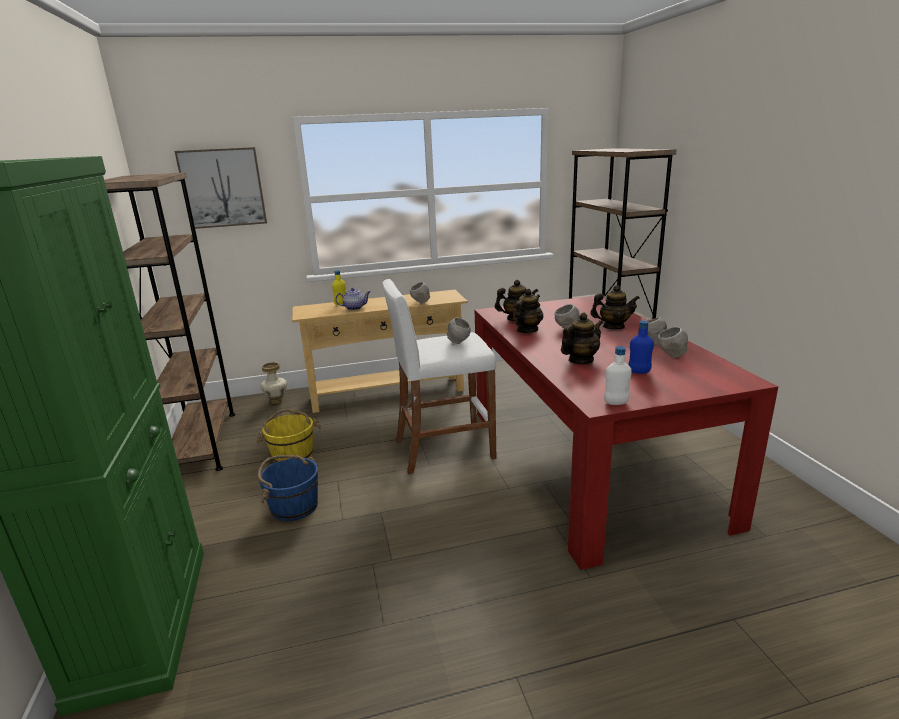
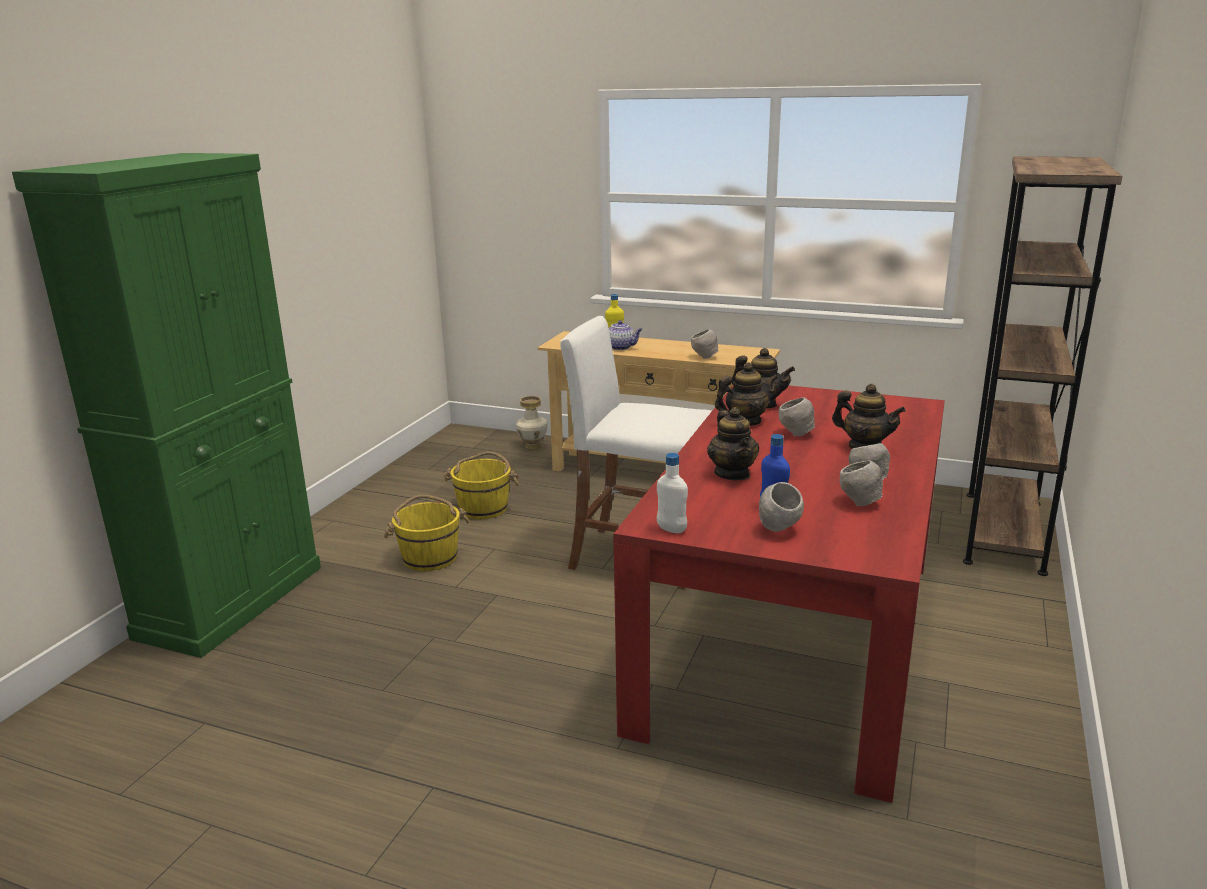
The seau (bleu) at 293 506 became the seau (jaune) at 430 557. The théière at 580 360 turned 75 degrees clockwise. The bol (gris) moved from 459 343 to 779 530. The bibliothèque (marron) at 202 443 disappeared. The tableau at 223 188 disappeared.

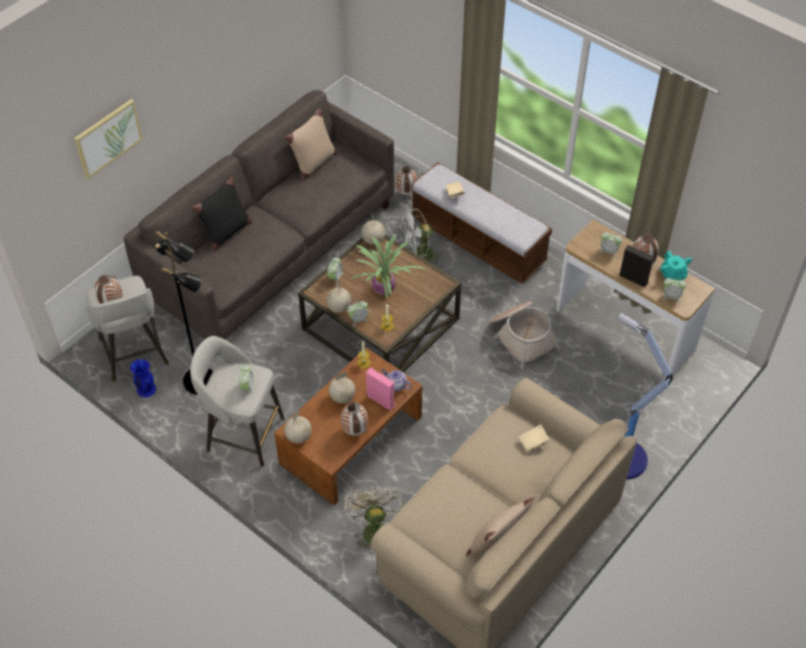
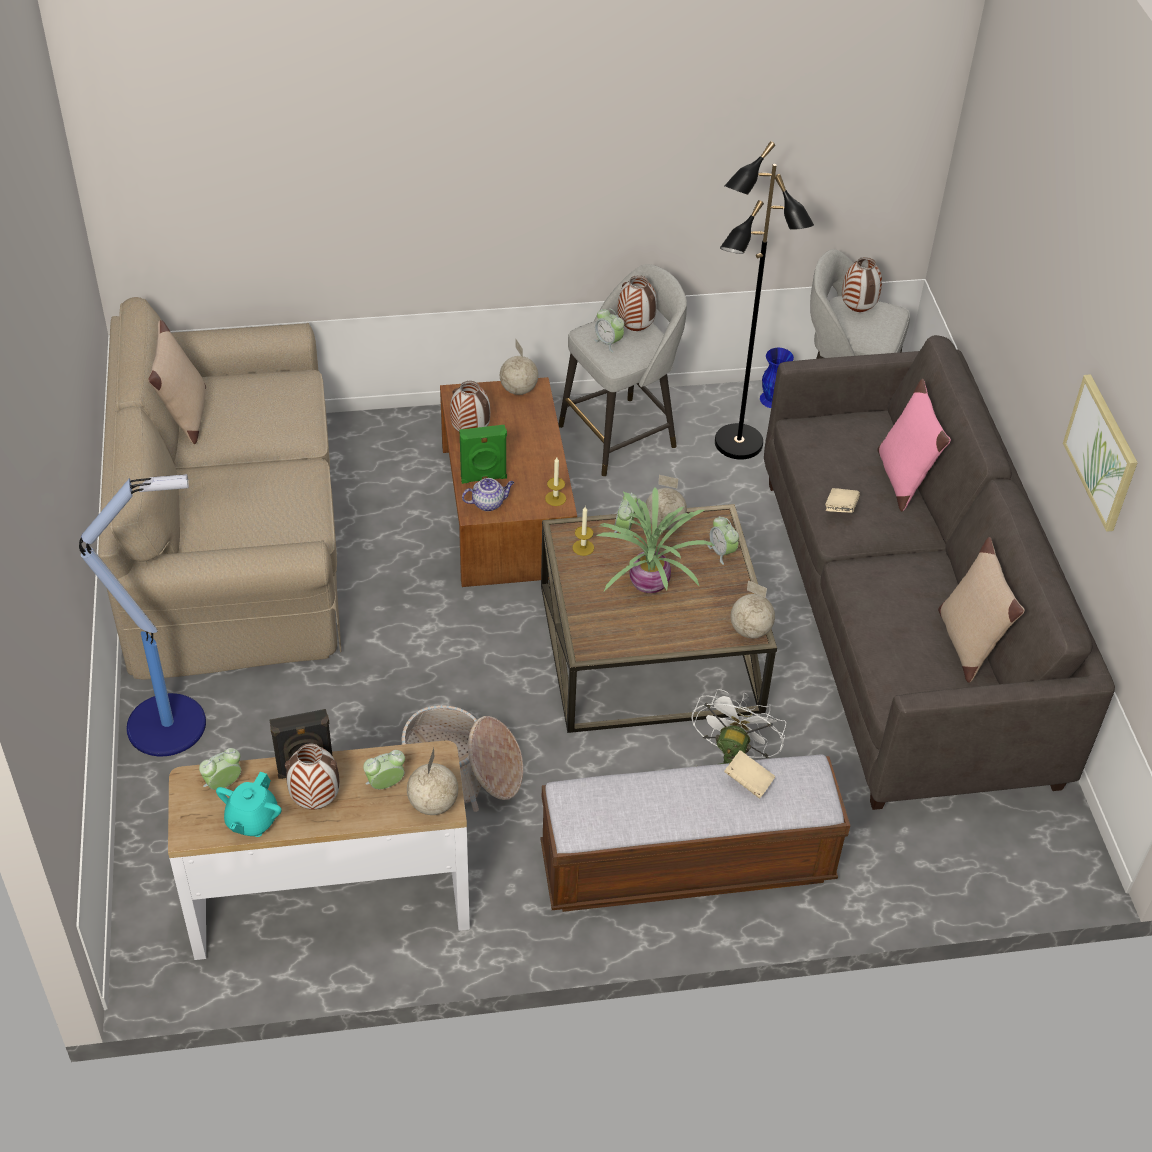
The théière (turquoise) at 672 275 turned 90 degrees counterclockwise. The globe moved from 342 397 to 434 804. The enceinte (rose) at 381 400 became the enceinte (vert) at 483 478. The vase moved from 406 194 to 634 329. The livre (beige) moved from 533 442 to 840 508. The coussin (noir) at 226 233 became the coussin (rose) at 903 478. The tableau moved from 108 138 to 1102 452. The ventilateur (beige) at 373 528 disappeared.

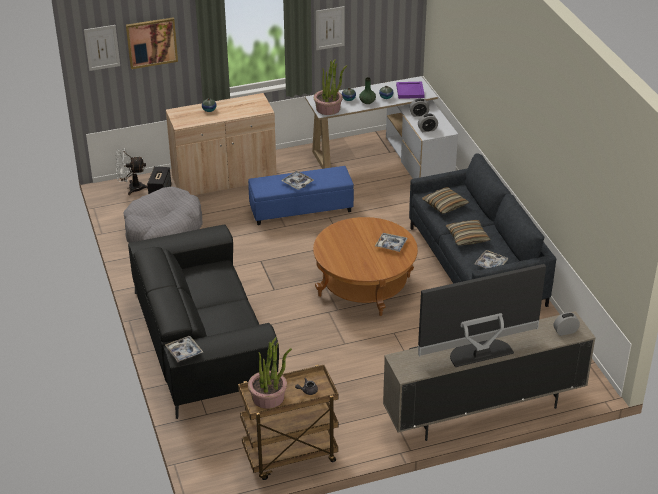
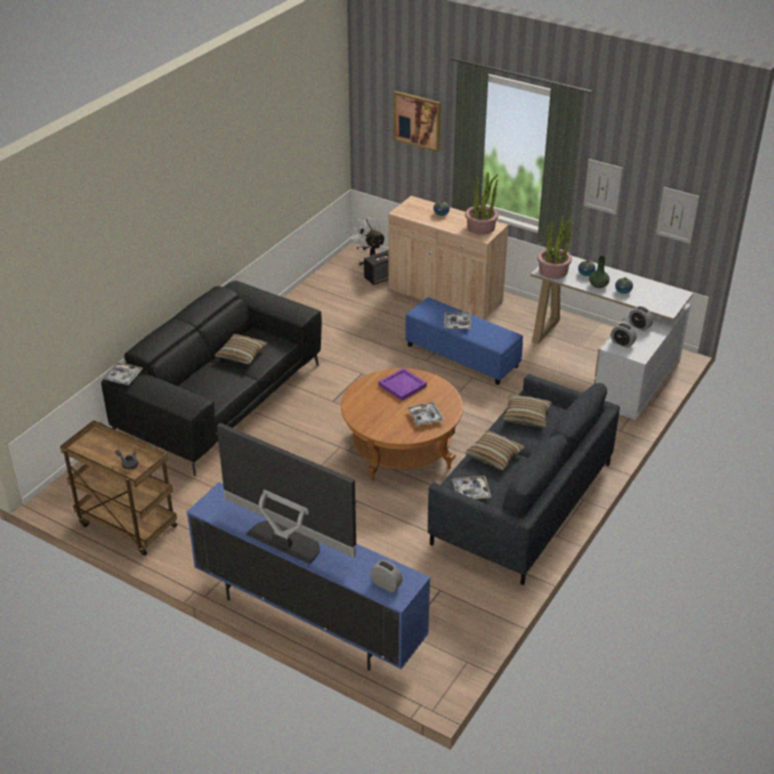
The meuble télé (beige) at 483 412 became the meuble télé (bleu) at 308 618. The coussin at 241 354 appeared. The plateau (violet) moved from 409 91 to 401 385. The plante en pot moved from 268 397 to 481 227. The tableau moved from 102 47 to 677 215. The panier pour chien (gris) at 163 229 disappeared.

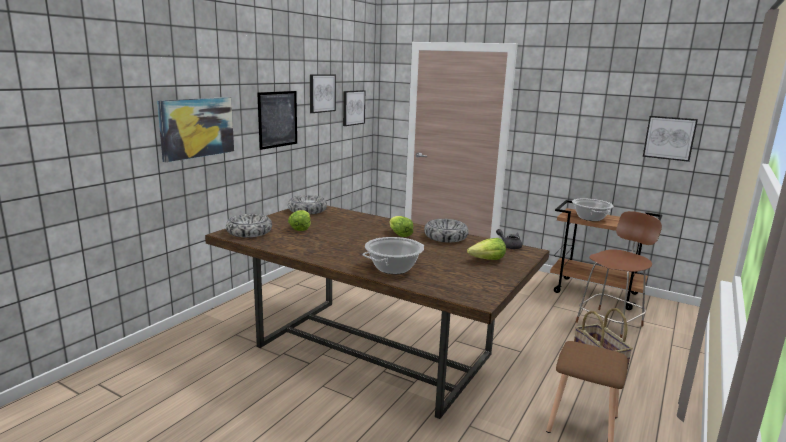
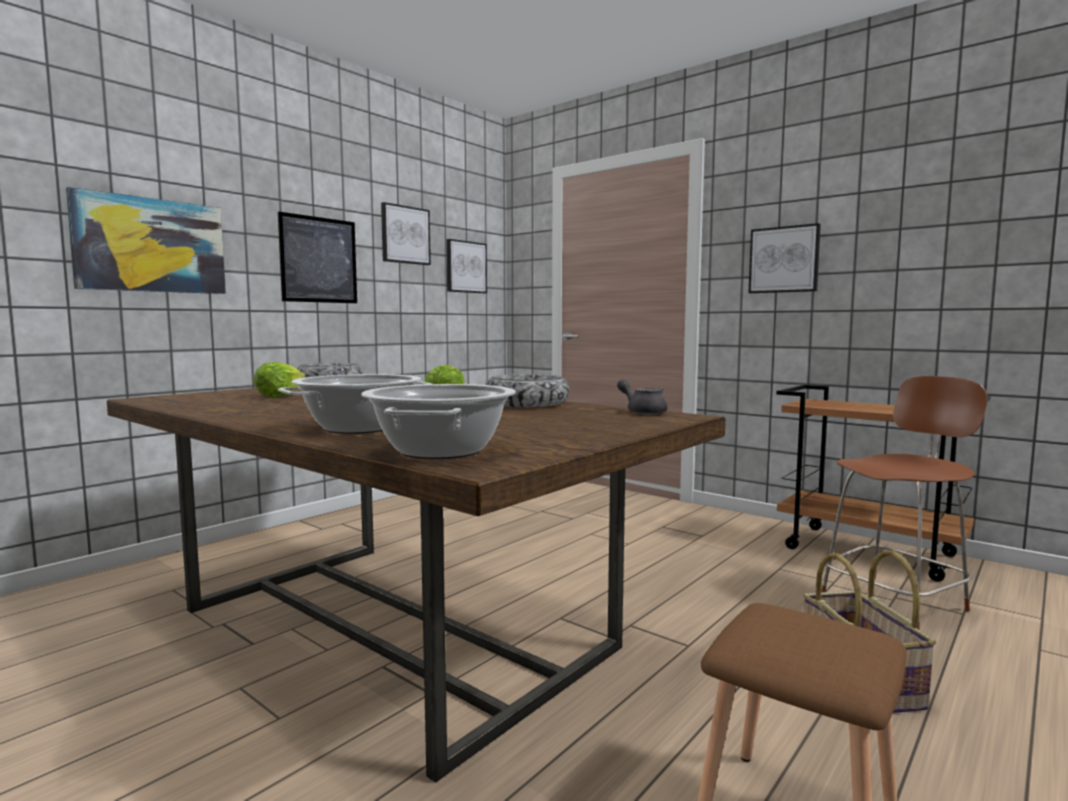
The marmite moved from 590 218 to 440 450. The tableau moved from 669 138 to 784 260. The bol at 249 232 disappeared. The laitue at 487 260 disappeared.

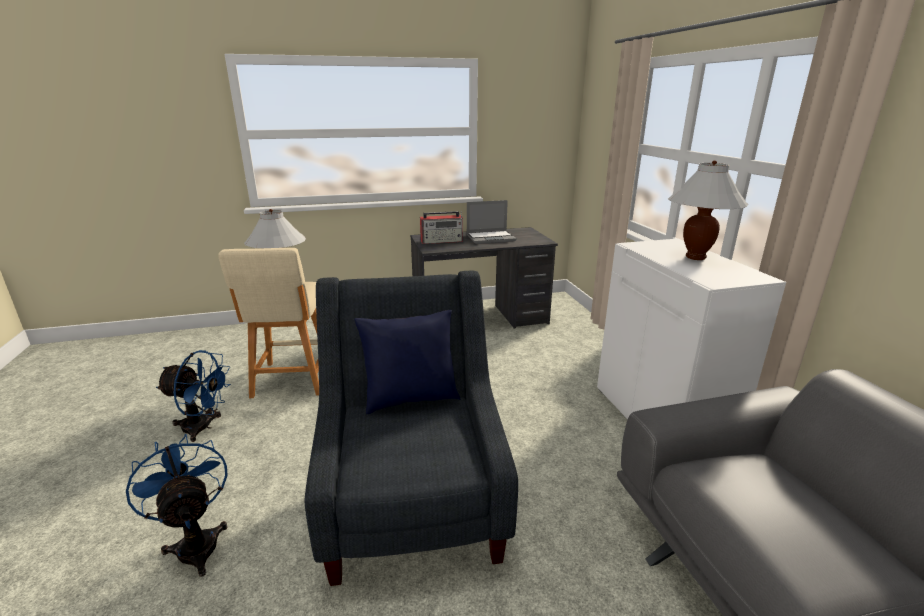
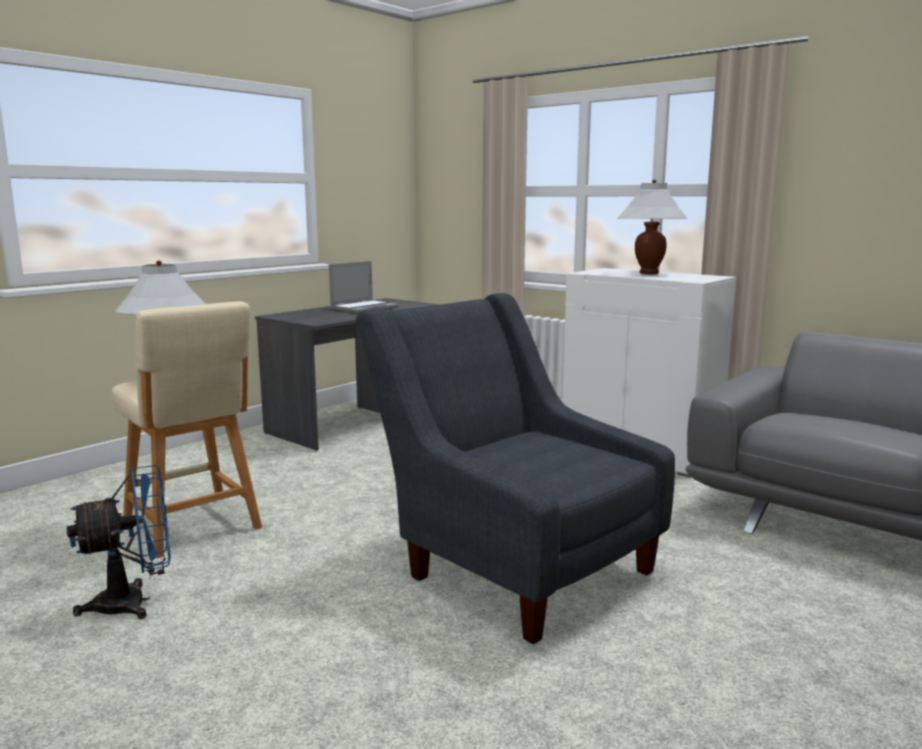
The ventilateur (bleu) at 196 542 disappeared. The coussin (bleu) at 410 399 disappeared. The radio at 442 241 disappeared.

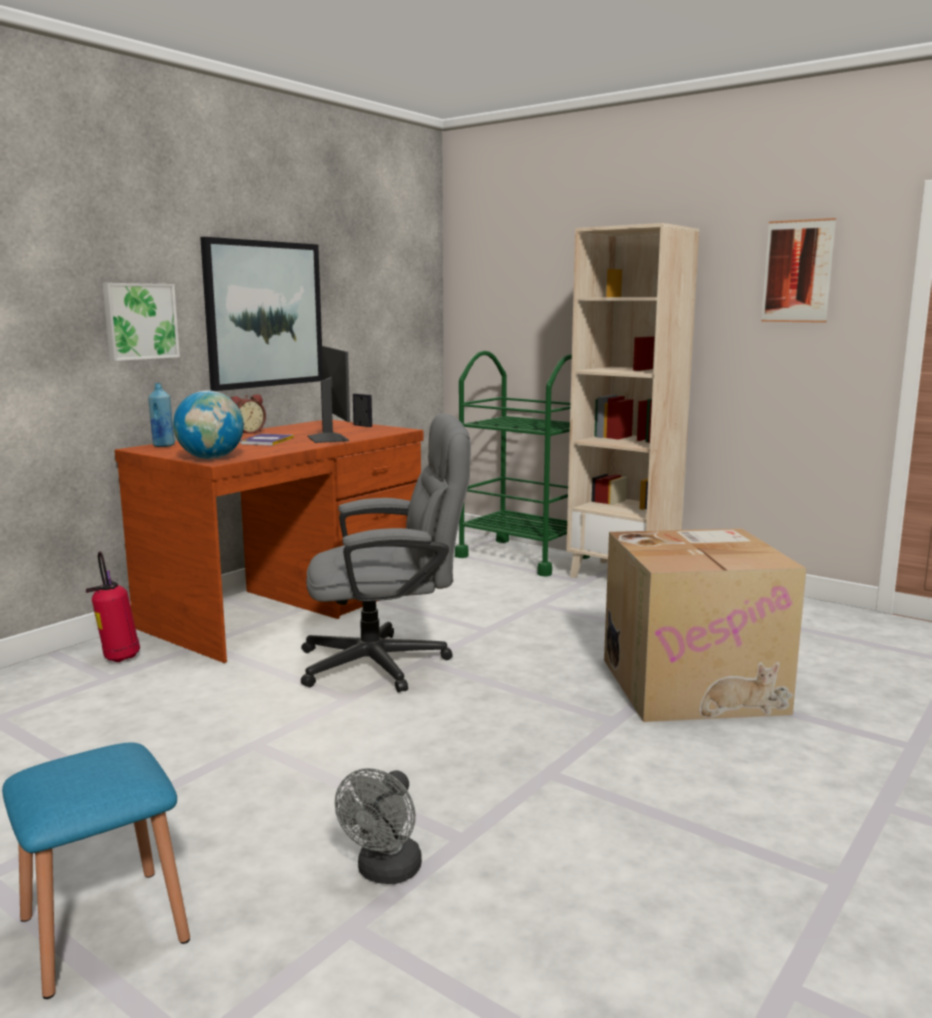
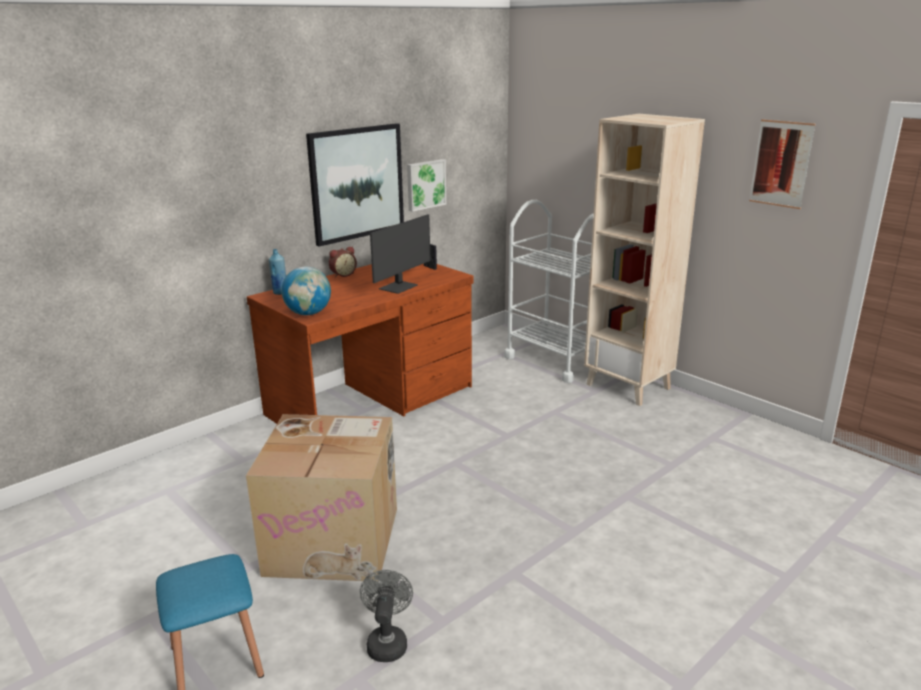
The carton moved from 693 684 to 335 539. The ventilateur (gris) at 385 873 turned 150 degrees clockwise. The écran d'ordinateur at 329 438 turned 45 degrees clockwise. The tableau moved from 140 321 to 425 184. The chariot (vert) at 522 557 became the chariot (blanc) at 556 360. The extincteur at 119 658 disappeared. The livre at 266 441 disappeared. The chaise de bureau (gris) at 388 663 disappeared.

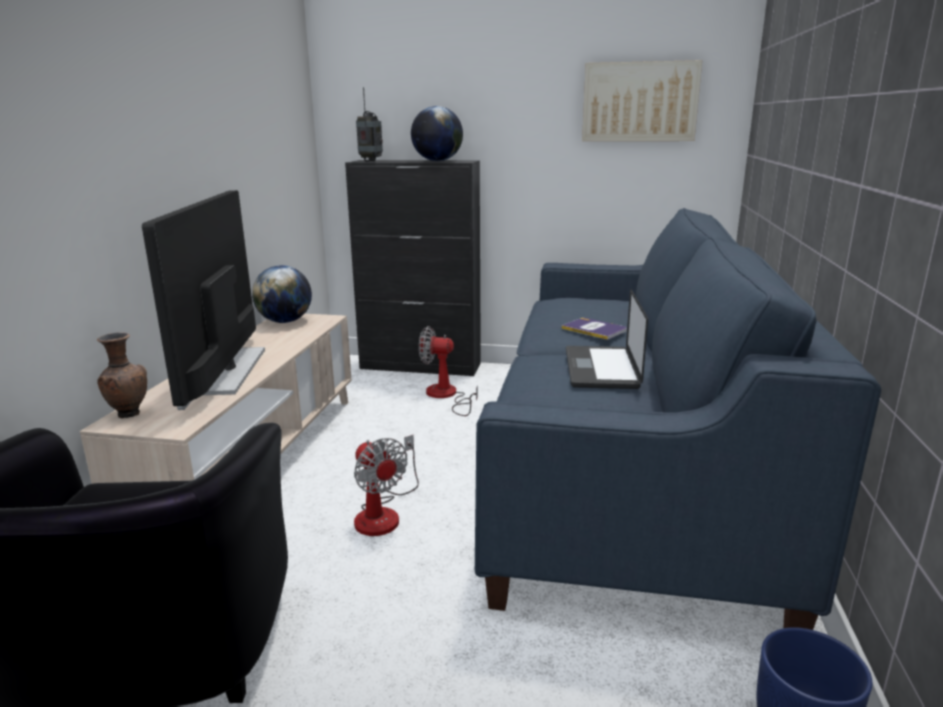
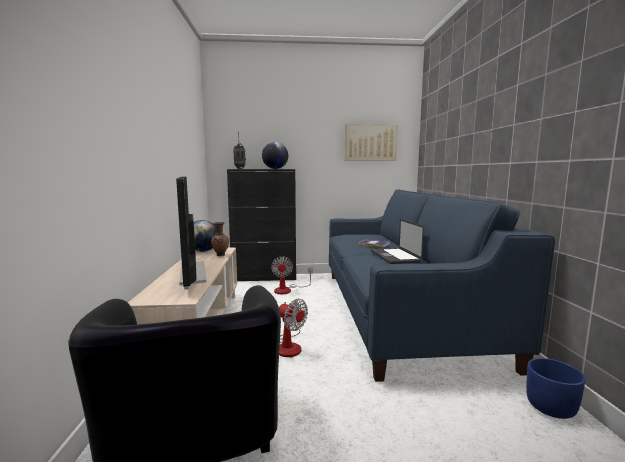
The vase (marron) moved from 129 414 to 220 255. The ventilateur at 446 396 turned 90 degrees counterclockwise.

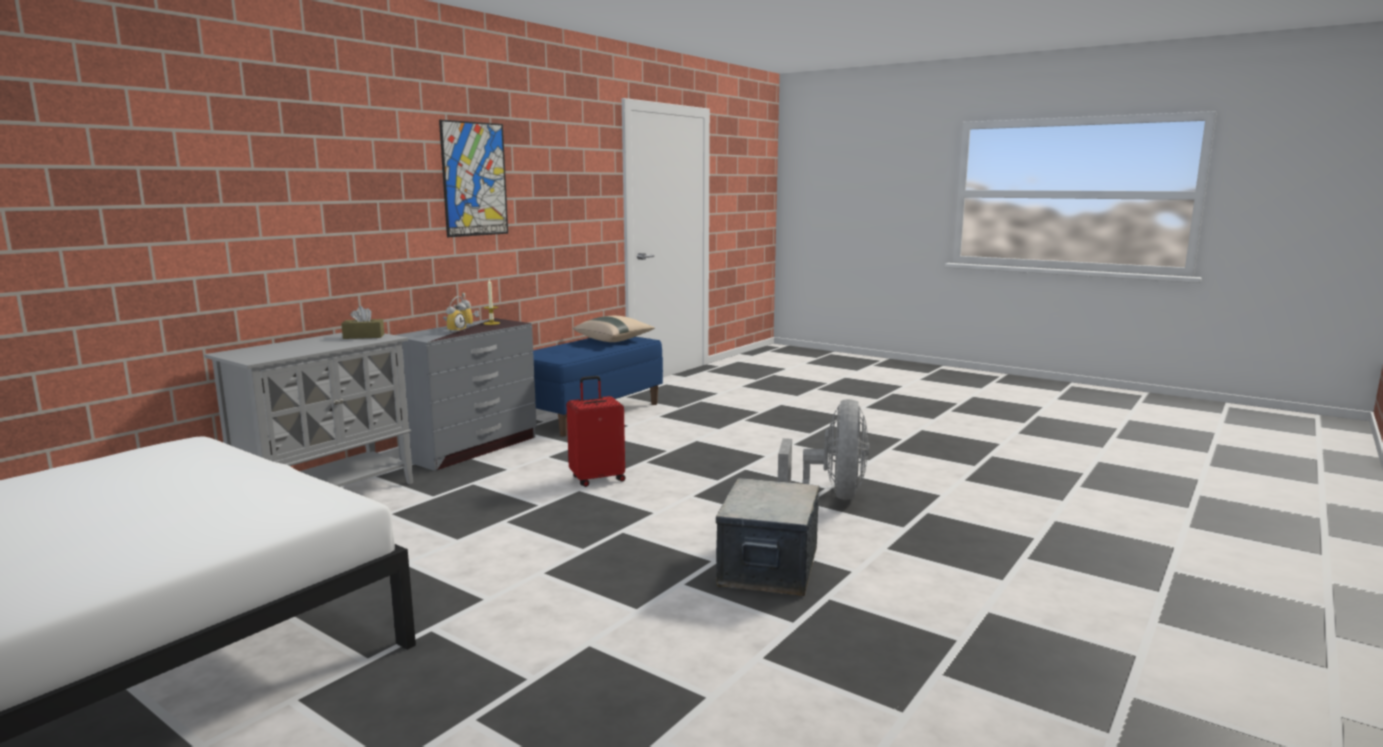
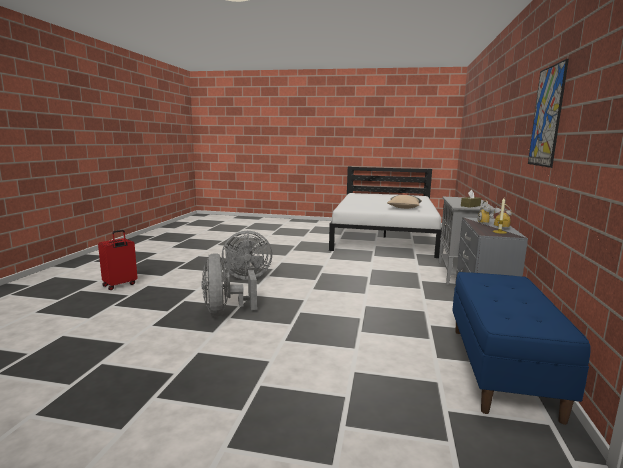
The valise (rouge) moved from 597 479 to 120 285. The boîte de rangement at 767 567 was replaced by the ventilateur (gris) at 245 276. The coussin (beige) moved from 614 340 to 404 208.

